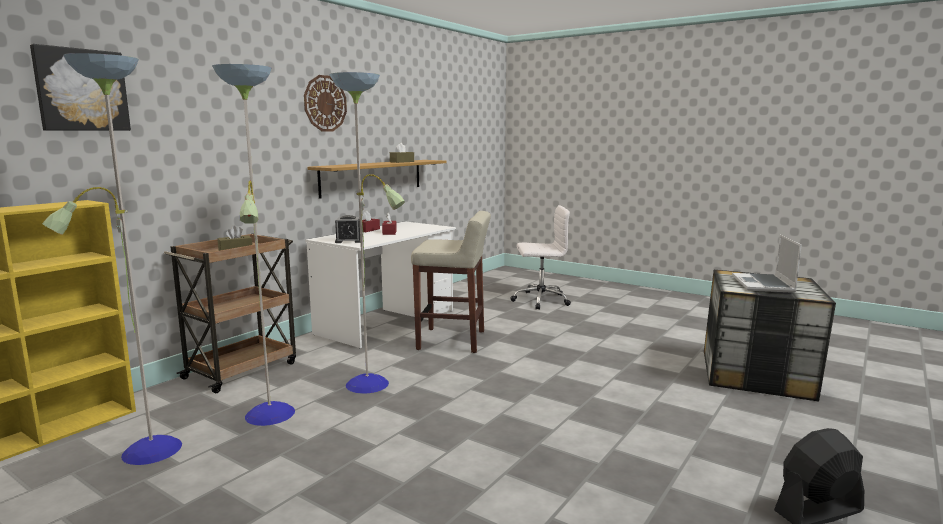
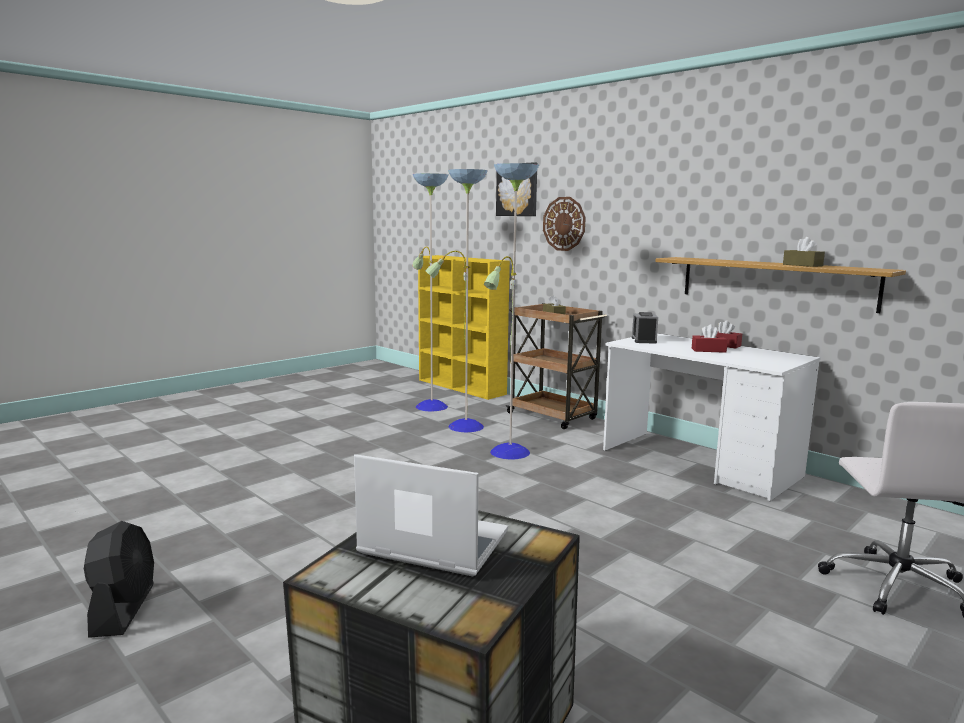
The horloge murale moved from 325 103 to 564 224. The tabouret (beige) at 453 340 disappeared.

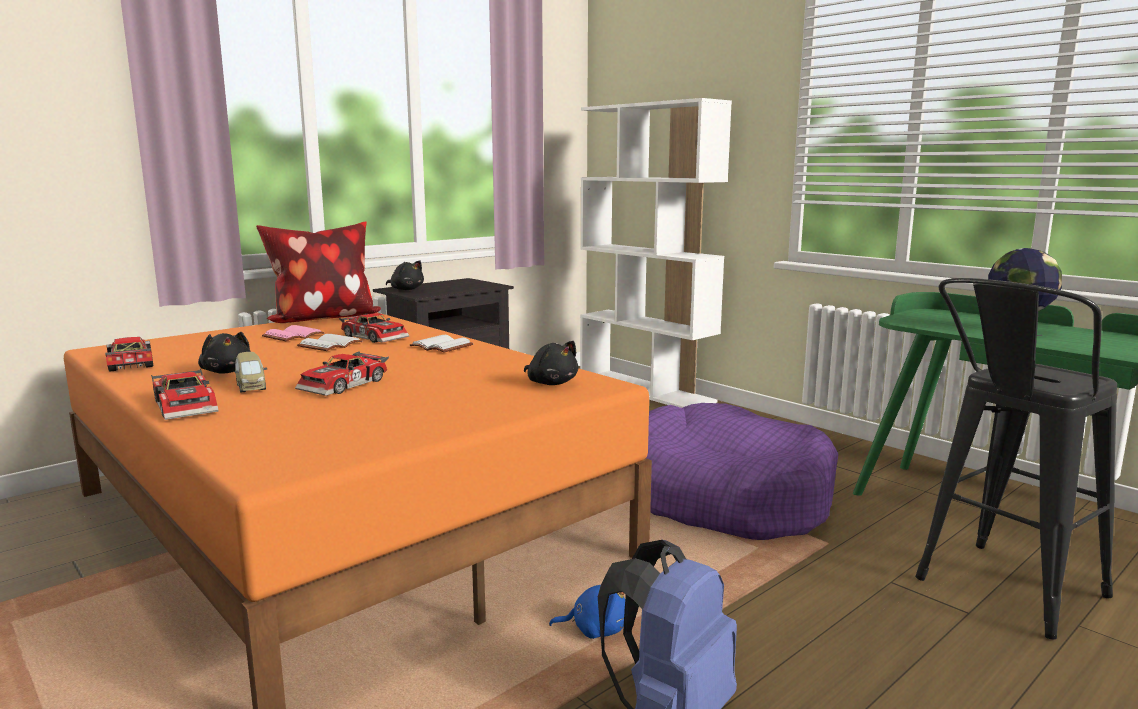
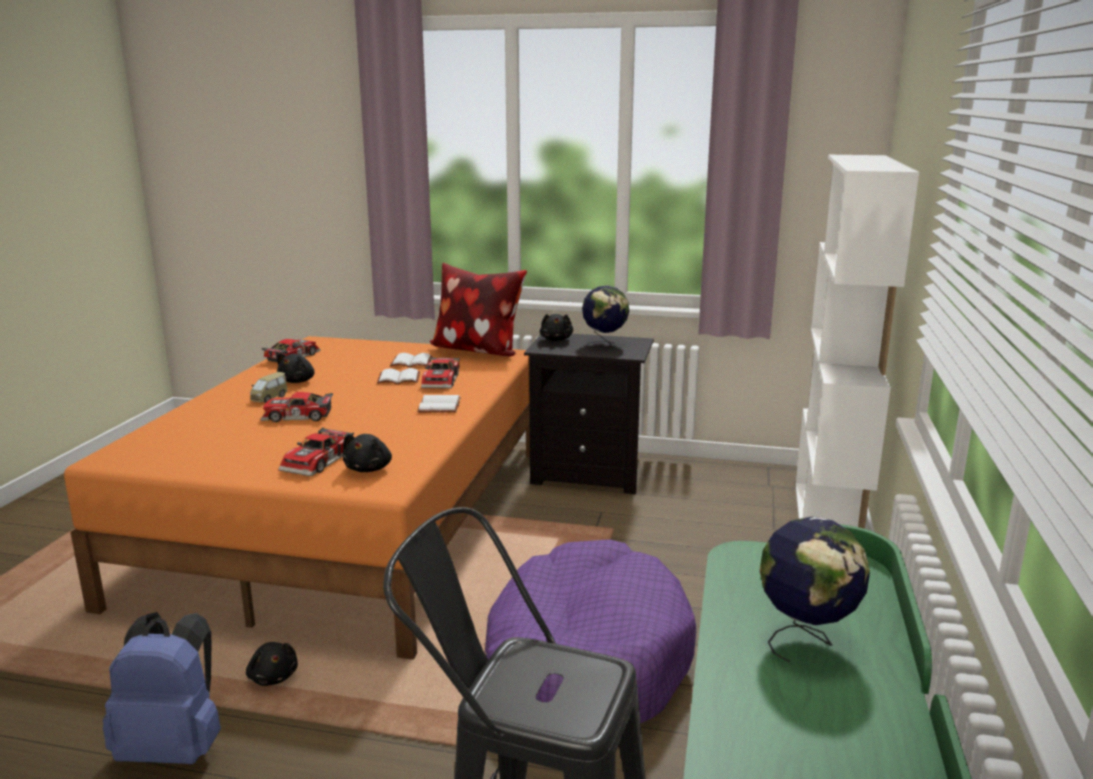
The peluche (bleu) at 595 629 became the peluche (noir) at 273 677. The petite voiture moved from 188 406 to 320 462. The livre (rose) at 293 336 became the livre (blanc) at 410 363. The globe at 605 344 appeared.

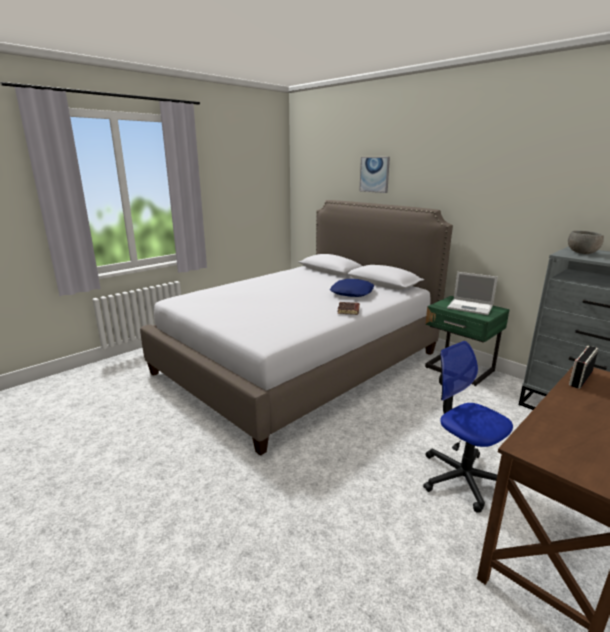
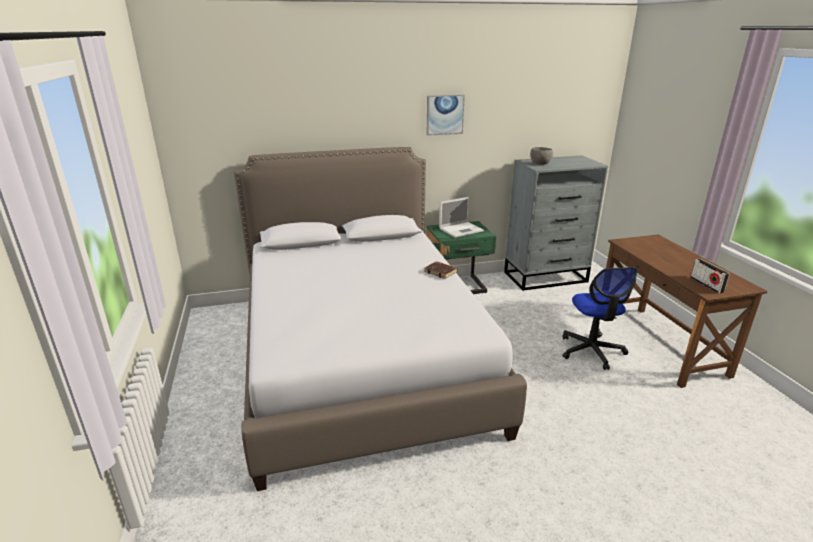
The tableau moved from 374 174 to 444 114. The chaise de bureau at 462 478 turned 90 degrees counterclockwise. The radio moved from 580 378 to 706 285. The coussin (bleu) at 352 293 disappeared.

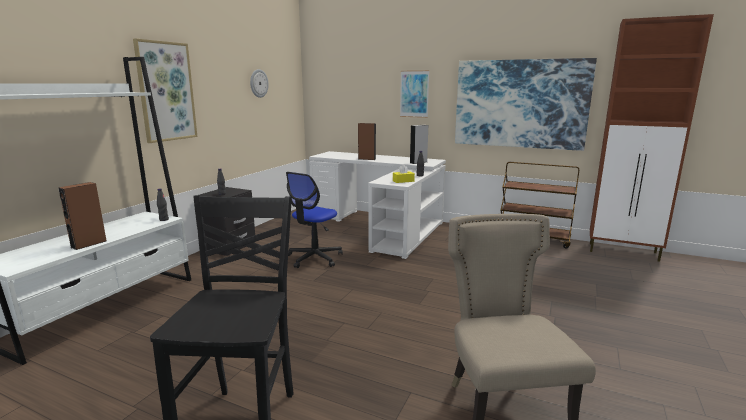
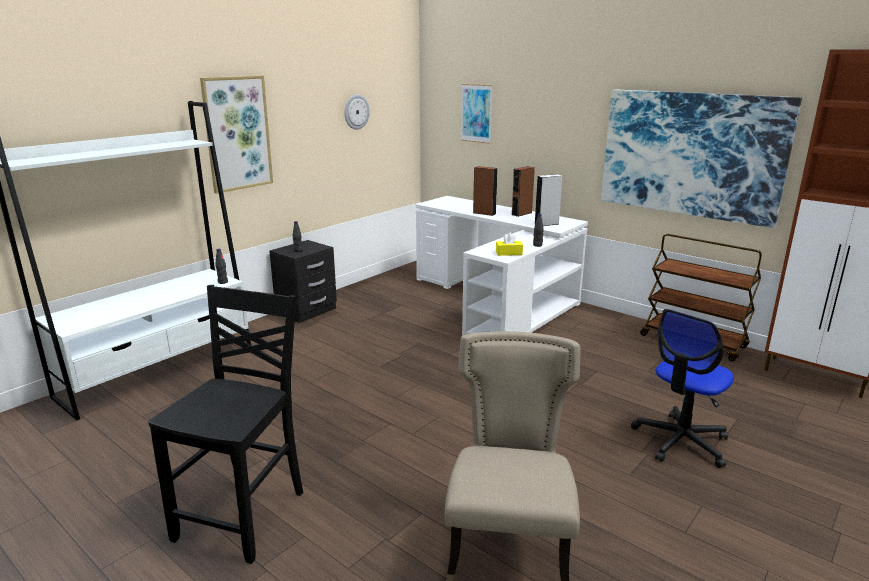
The tableau moved from 414 94 to 476 113. The enceinte (marron) moved from 89 244 to 521 213. The chaise de bureau moved from 314 258 to 680 441.

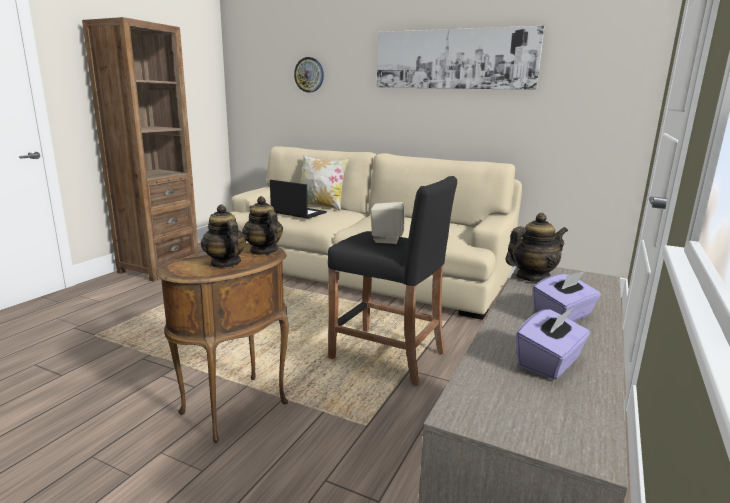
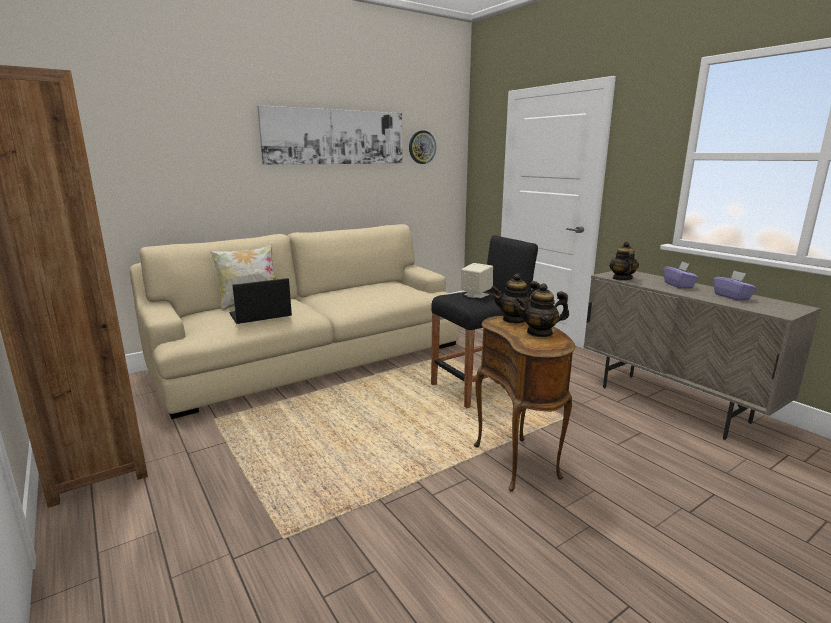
The horloge murale moved from 309 75 to 422 147.

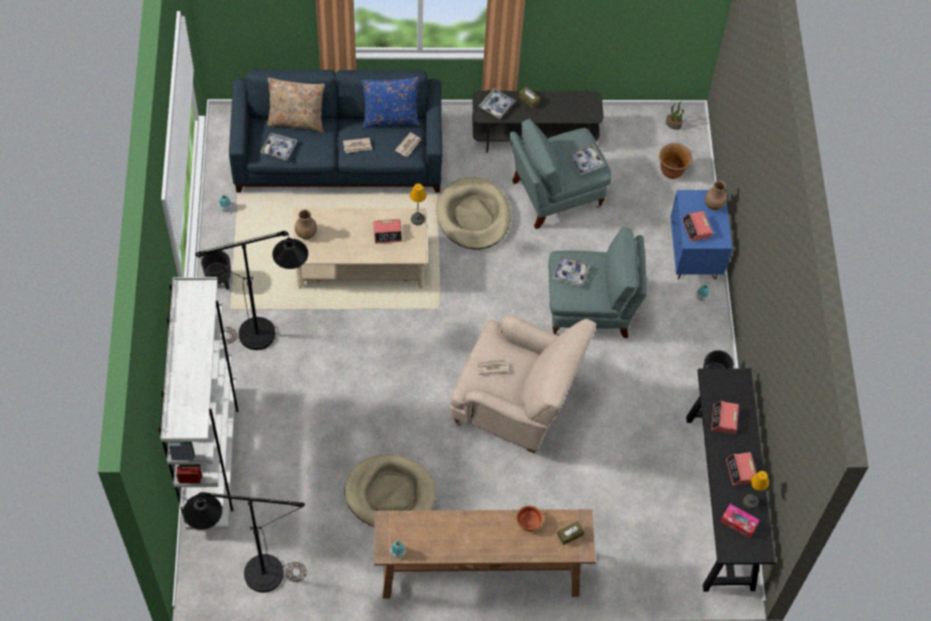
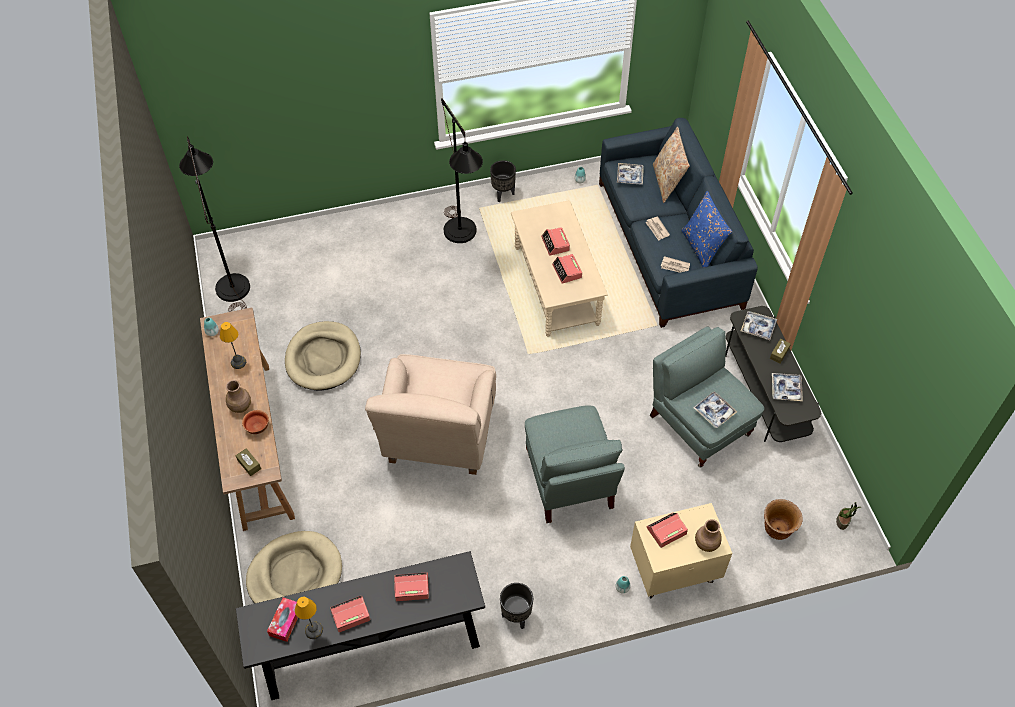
The lampe de table moved from 417 219 to 239 362. The vase (marron) moved from 306 234 to 240 407. The panier pour chien (beige) moved from 473 216 to 295 574. The réveil at 555 244 appeared. The table de chevet (bleu) at 694 256 became the table de chevet (beige) at 673 571. The plateau moved from 570 273 to 786 389. The bibliothèque (blanc) at 212 459 disappeared. The journal at 491 367 disappeared.

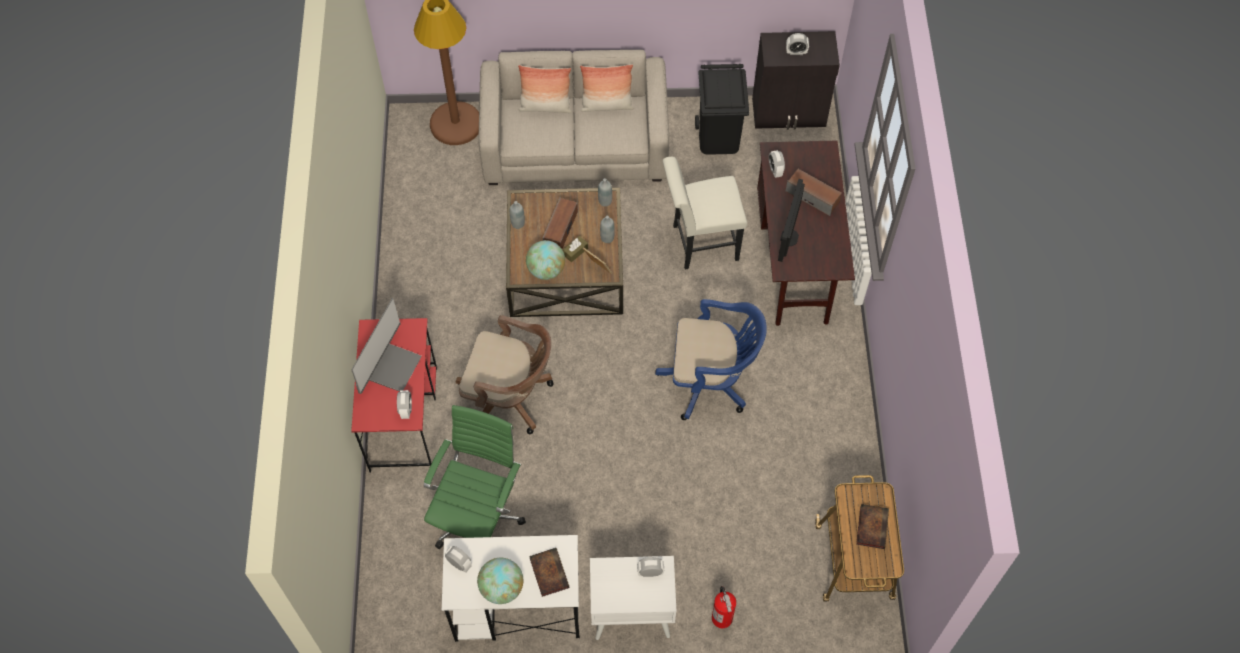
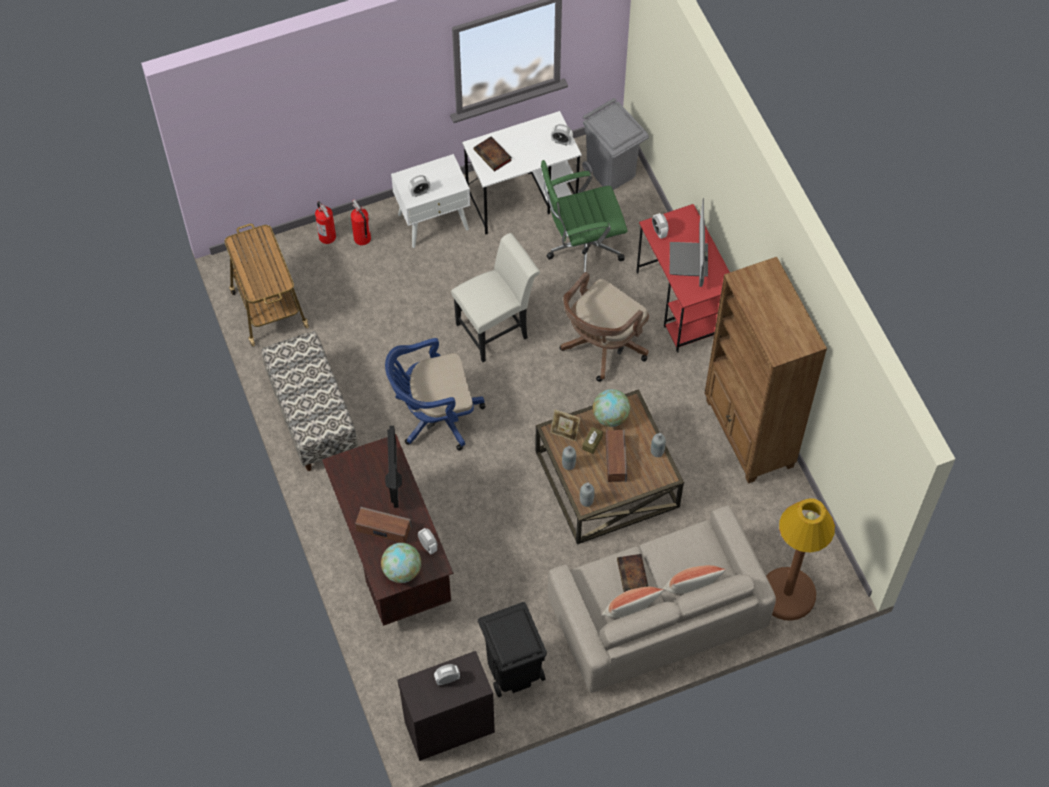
The banc at 312 415 appeared. The extincteur at 327 236 appeared. The globe moved from 502 588 to 402 571. The chaise (blanc) moved from 700 243 to 496 328. The chaise de bureau (vert) at 479 517 turned 75 degrees clockwise. The chaise de bureau (marron) at 510 398 turned 45 degrees counterclockwise. The poubelle (gris) at 612 171 appeared. The livre moved from 871 526 to 633 575. The bibliothèque (marron) at 748 434 appeared.

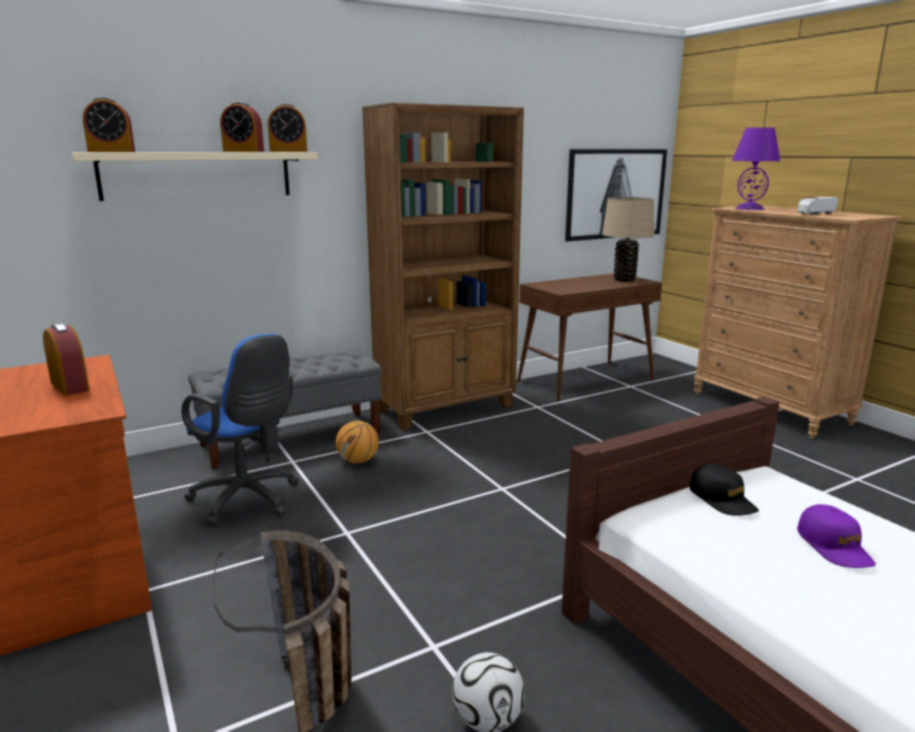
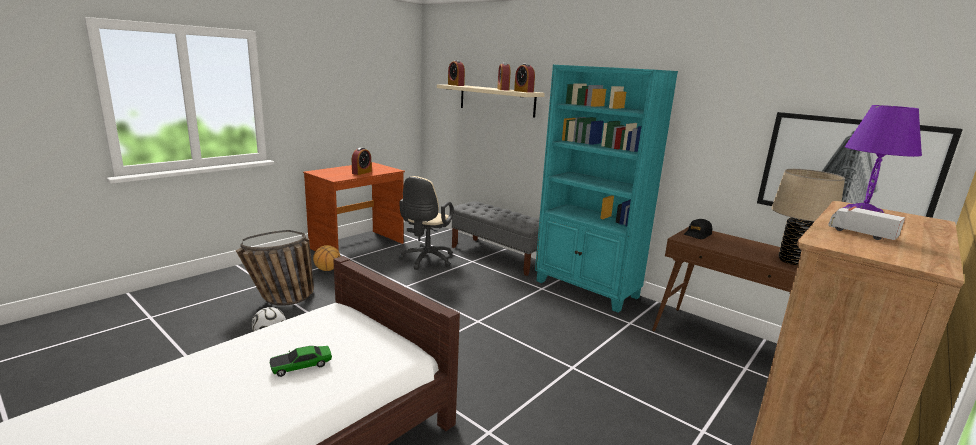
The casquette (violet) at 834 546 was replaced by the petite voiture at 301 366. The ballon de basket moved from 358 461 to 327 270. The chaise de bureau (bleu) at 249 501 became the chaise de bureau (beige) at 425 260. The bibliothèque (marron) at 446 408 became the bibliothèque (turquoise) at 587 289. The casquette (noir) moved from 722 499 to 697 234.

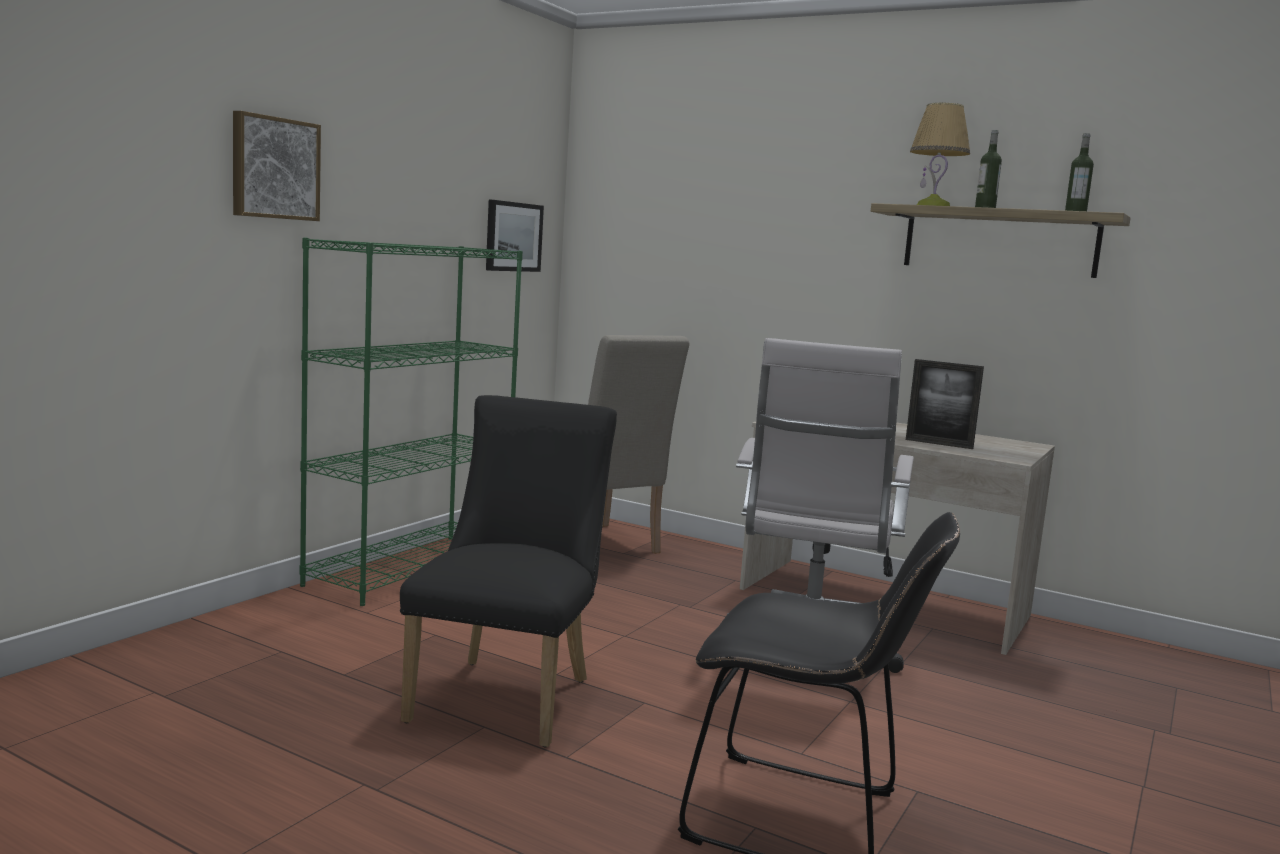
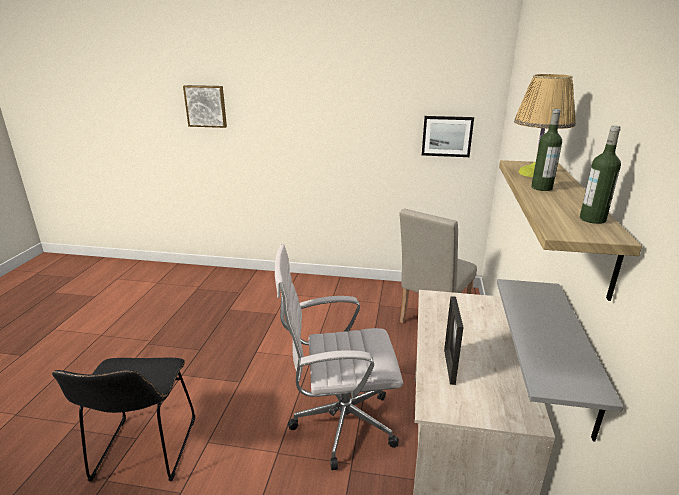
The tableau moved from 274 168 to 206 106. The étagère (gris) at 578 359 appeared. The bibliothèque (vert) at 411 568 disappeared. The chaise (noir) at 508 694 disappeared.

